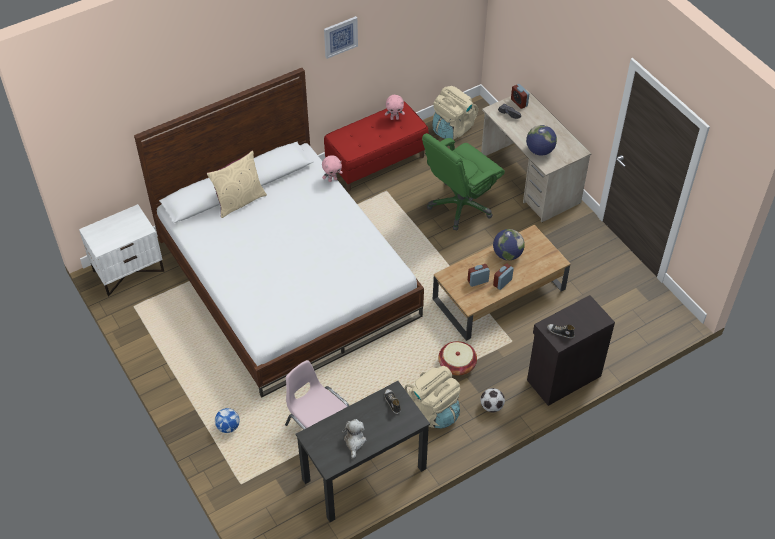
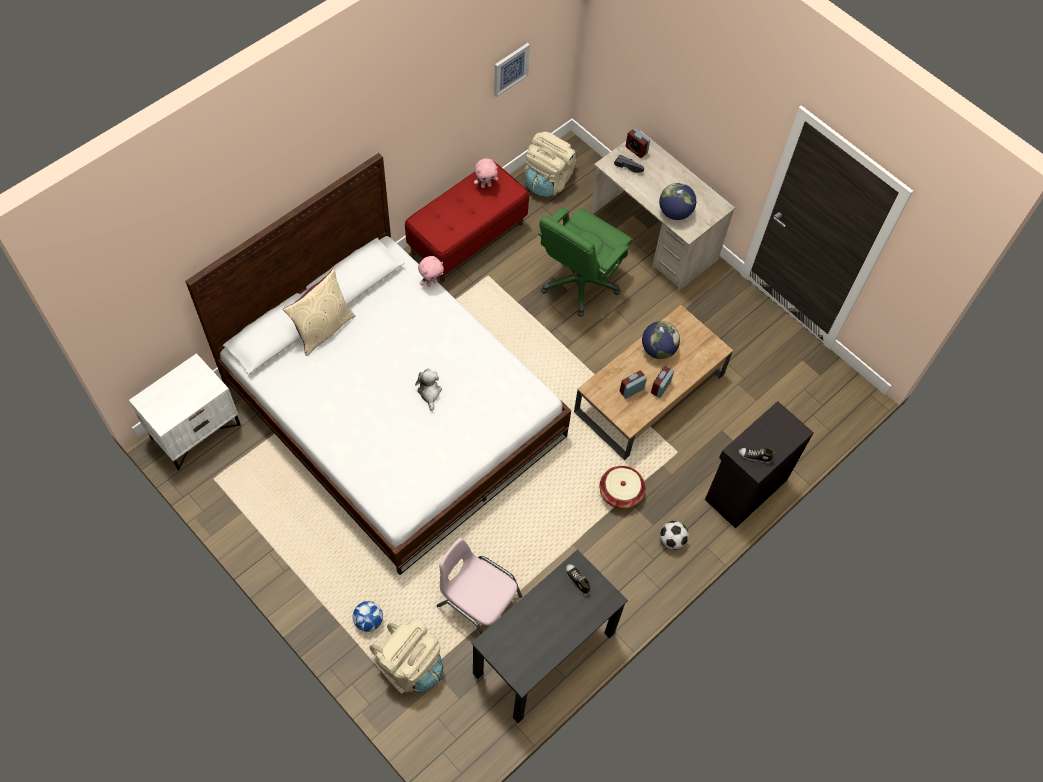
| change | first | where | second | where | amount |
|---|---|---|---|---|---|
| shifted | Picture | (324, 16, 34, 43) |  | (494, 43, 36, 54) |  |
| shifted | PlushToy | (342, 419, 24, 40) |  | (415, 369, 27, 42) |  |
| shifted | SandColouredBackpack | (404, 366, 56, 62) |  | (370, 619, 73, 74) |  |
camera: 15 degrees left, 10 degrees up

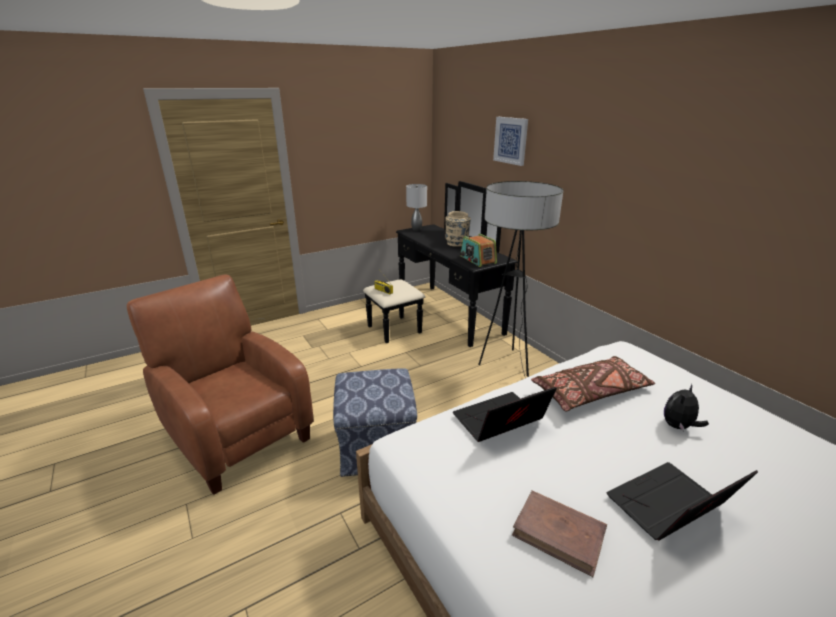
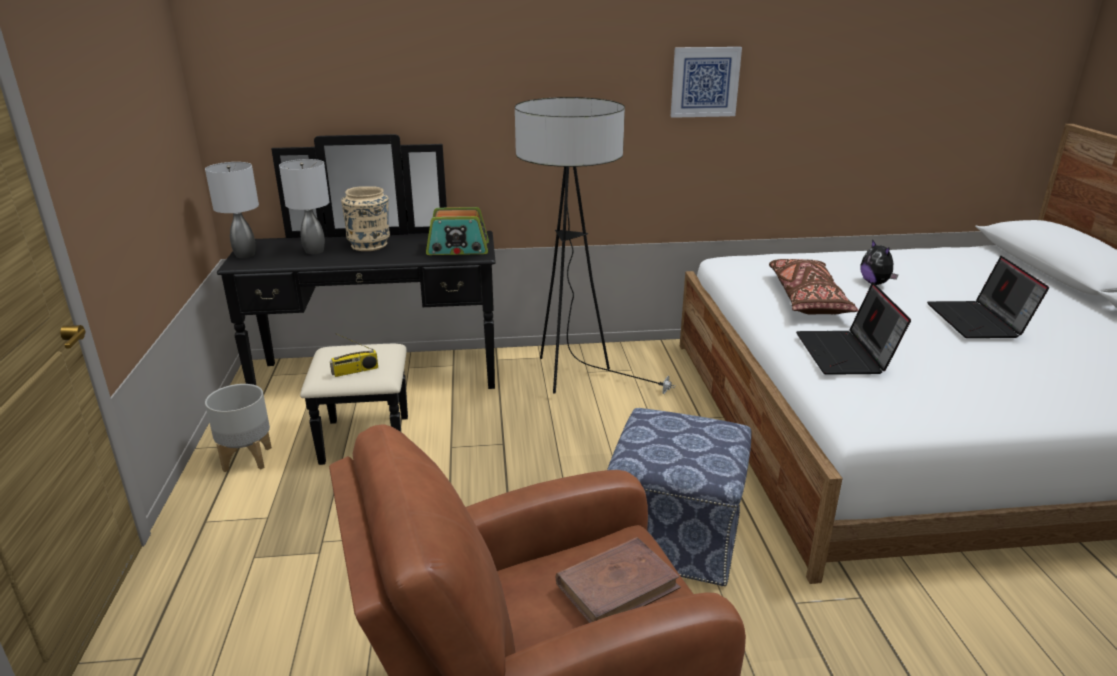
| change | first | where | second | where | amount |
|---|---|---|---|---|---|
| new |  |  | GrayFlowerPot | (205, 384, 67, 88) |  |
| new |  |  | GrayTabletopLamp | (279, 159, 50, 95) |  |
| shifted | Picture | (493, 117, 35, 49) |  | (670, 47, 72, 71) |  |
| shifted | BrownishVolume | (512, 490, 95, 87) |  | (556, 537, 125, 86) |  |
camera: 65 degrees left, 0 degrees up

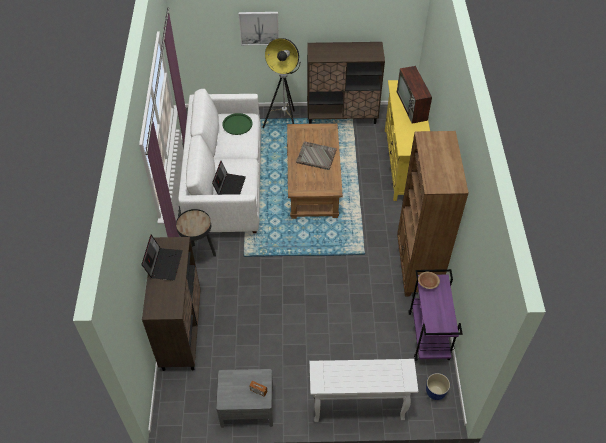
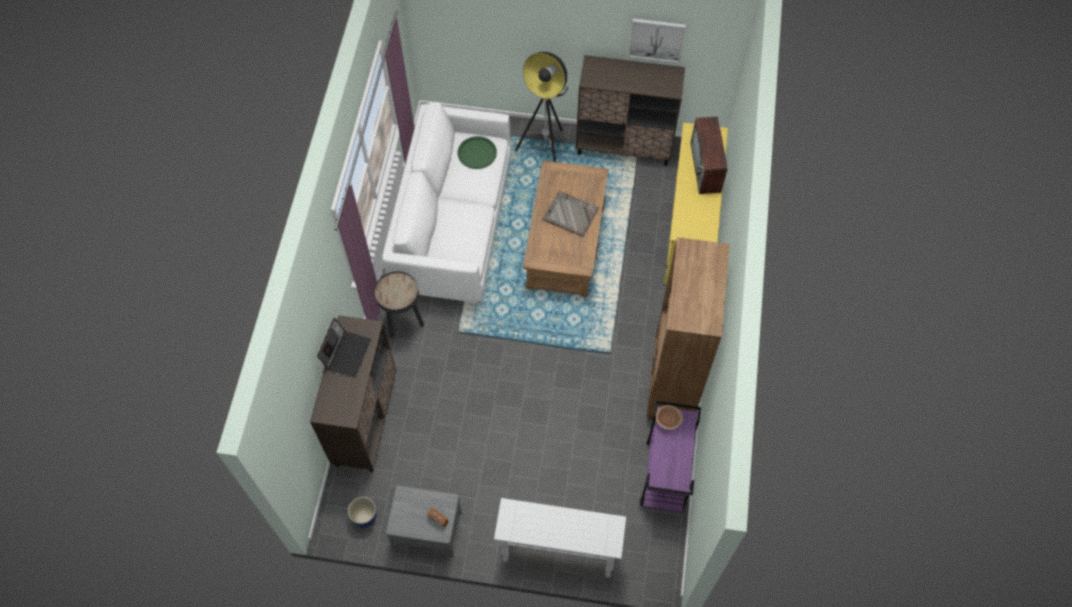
| change | first | where | second | where | amount |
|---|---|---|---|---|---|
| gone | NotebookComputer | (212, 161, 34, 34) |  |  |  |
| shifted | Picture | (239, 12, 40, 34) |  | (628, 18, 58, 45) |  |
| shifted | FlowerPot | (426, 373, 24, 27) |  | (348, 497, 29, 31) |  |
camera: 10 degrees right, 10 degrees up

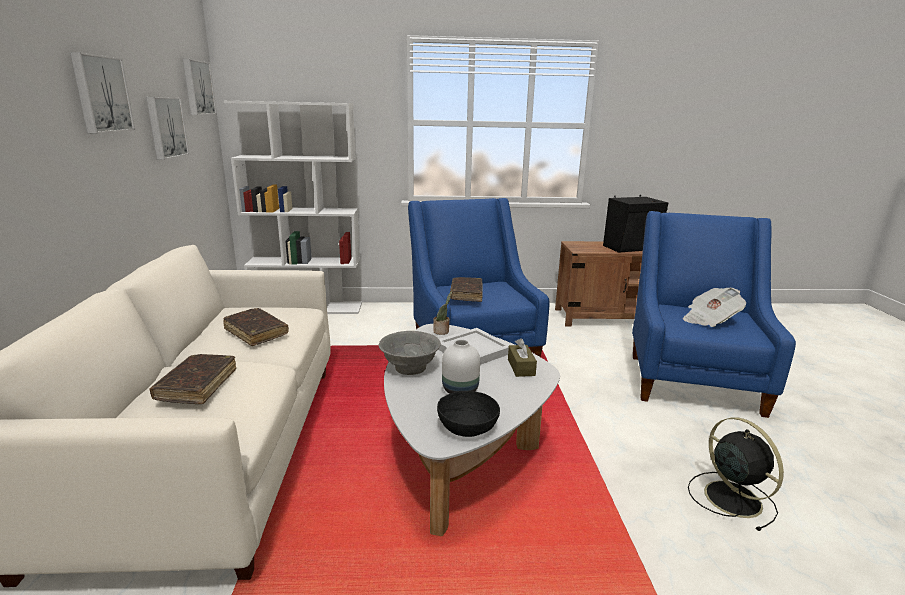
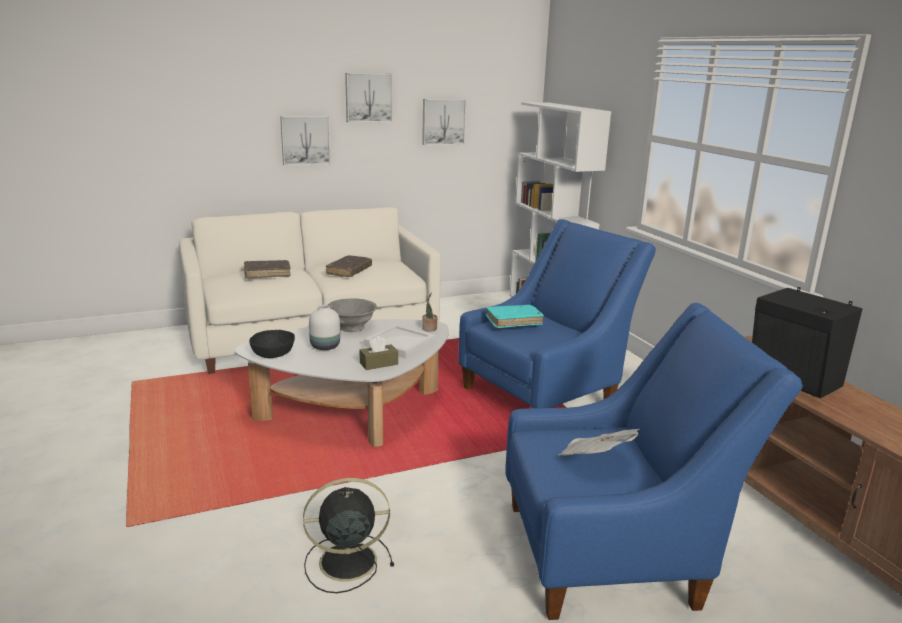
| change | first | where | second | where | amount |
|---|---|---|---|---|---|
| shifted | Picture | (183, 59, 34, 56) |  | (280, 116, 51, 49) |  |
| repainted | BrownishVolume | (450, 277, 33, 25) | TurquoiseVolume | (486, 305, 58, 23) |  |
| rotated | BlackishCoolingFan | (688, 417, 96, 114) |  | (303, 478, 91, 115) | 150 degrees counterclockwise |
camera: 70 degrees right, 0 degrees up

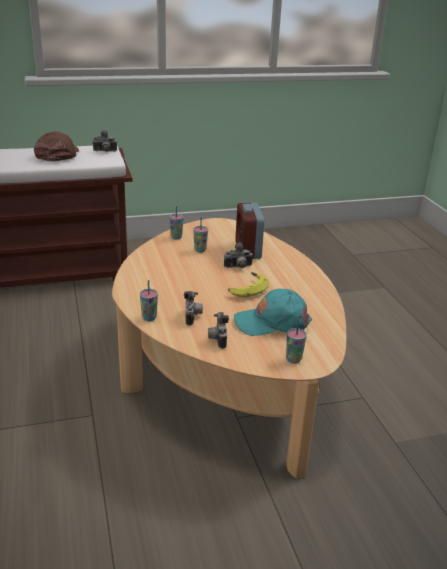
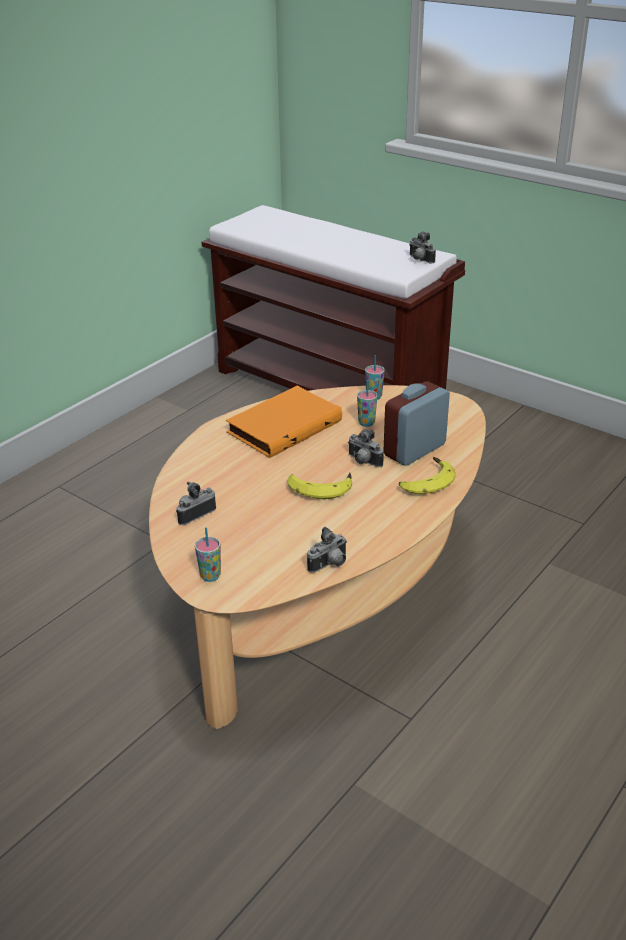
| change | first | where | second | where | amount |
|---|---|---|---|---|---|
| gone | BrownishPeakedCap | (34, 132, 45, 30) |  |  |  |
| gone | Cup | (140, 280, 18, 41) |  |  |  |
| gone | TurquoisePeakedCap | (234, 289, 78, 47) |  |  |  |
| new |  |  | OrangeyVolume | (226, 386, 116, 72) |  |
| new |  |  | BananaFruit | (399, 457, 57, 37) |  |
| shifted | StillCamera | (184, 291, 19, 35) |  | (307, 527, 40, 46) |  |
camera: 55 degrees right, 5 degrees up

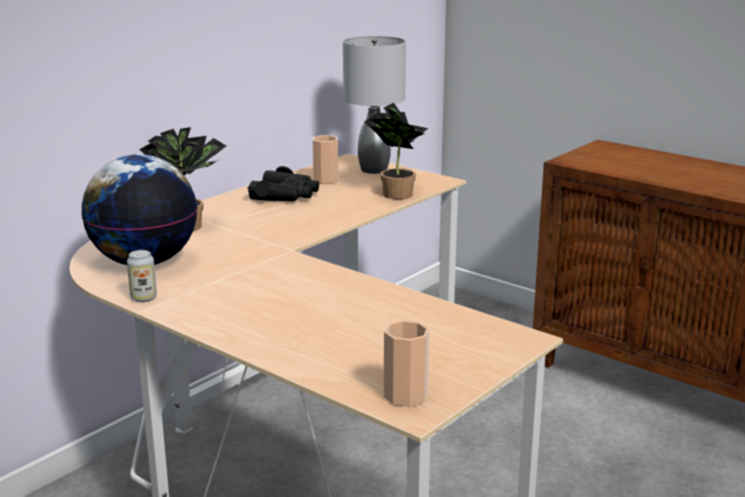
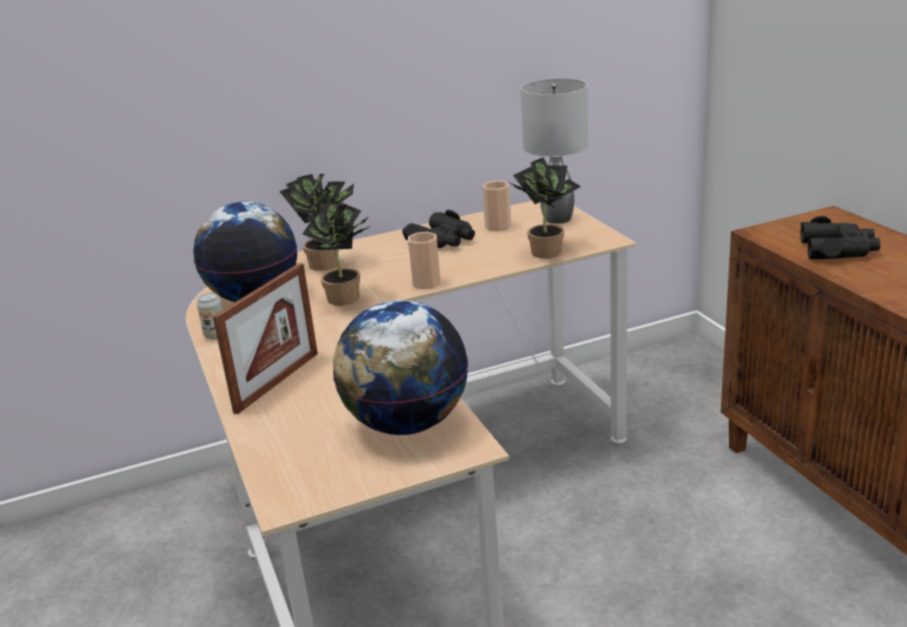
| change | first | where | second | where | amount |
|---|---|---|---|---|---|
| new |  |  | PhotoFrame | (213, 263, 105, 151) |  |
| new |  |  | PlantInAPot | (302, 201, 69, 105) |  |
| new |  |  | Globe | (333, 300, 135, 135) |  |
| new |  |  | BlackishBinoculars | (800, 216, 81, 43) |  |
| shifted | Cup | (384, 320, 45, 87) |  | (408, 232, 33, 57) |  |
camera: 30 degrees right, 5 degrees up

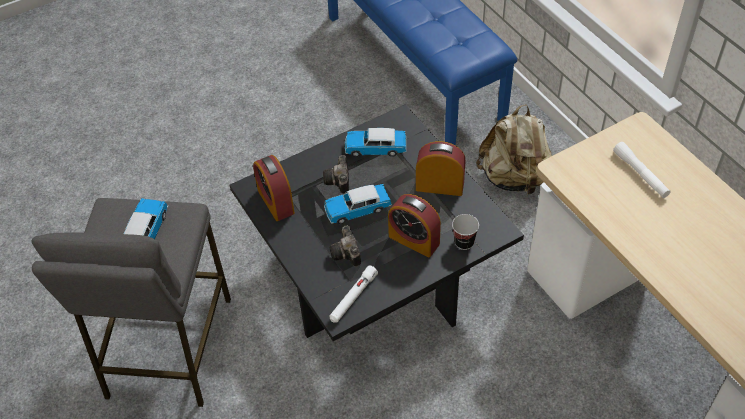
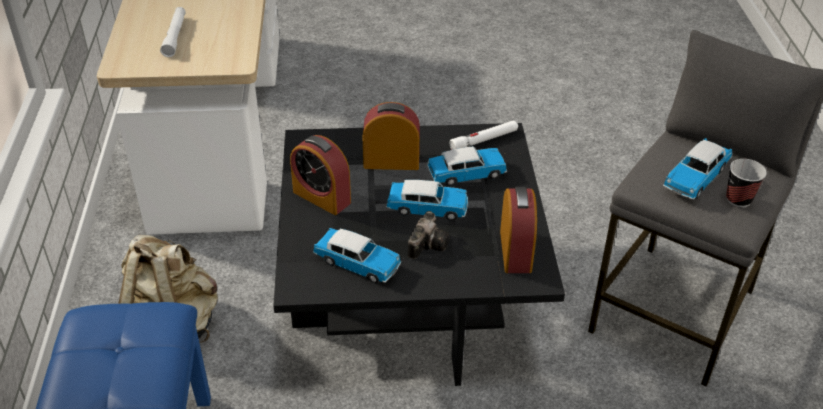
| change | first | where | second | where | amount |
|---|---|---|---|---|---|
| shifted | Cup | (452, 214, 27, 36) |  | (726, 159, 41, 48) |  |
| swapped | StillCamera | (329, 225, 32, 42) | MiniatureCar | (427, 146, 80, 40) |  |
| rotated | BedsideClock | (388, 194, 53, 63) |  | (362, 102, 58, 68) | 60 degrees counterclockwise |
camera: 155 degrees left, 10 degrees down

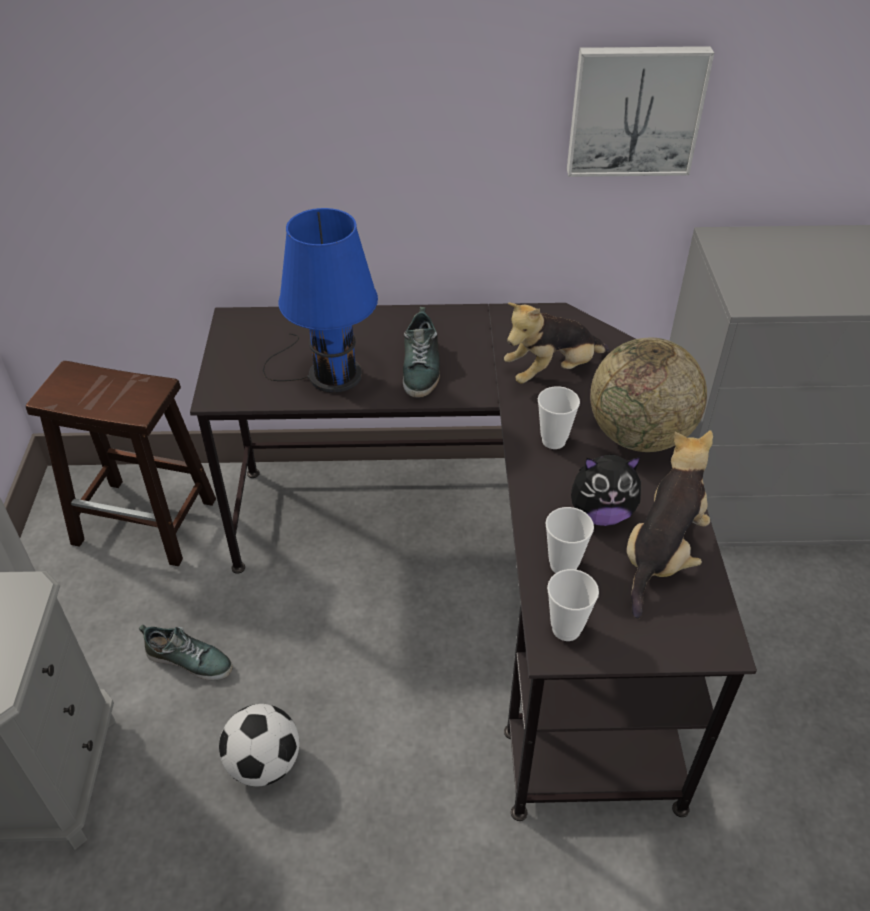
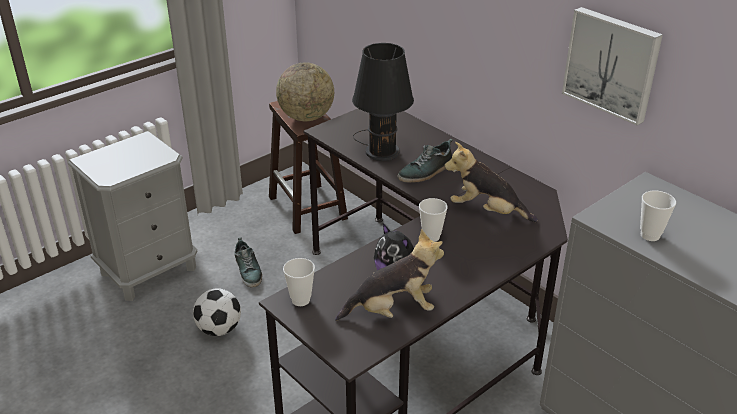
| change | first | where | second | where | amount |
|---|---|---|---|---|---|
| shifted | Cup | (545, 507, 49, 66) |  | (640, 190, 36, 51) |  |
| shifted | Globe | (590, 338, 117, 114) |  | (276, 62, 58, 59) |  |
| repainted | BluishTabletopLamp | (263, 208, 115, 185) | BlackishTabletopLamp | (352, 43, 62, 118) |  |
camera: 50 degrees right, 10 degrees down

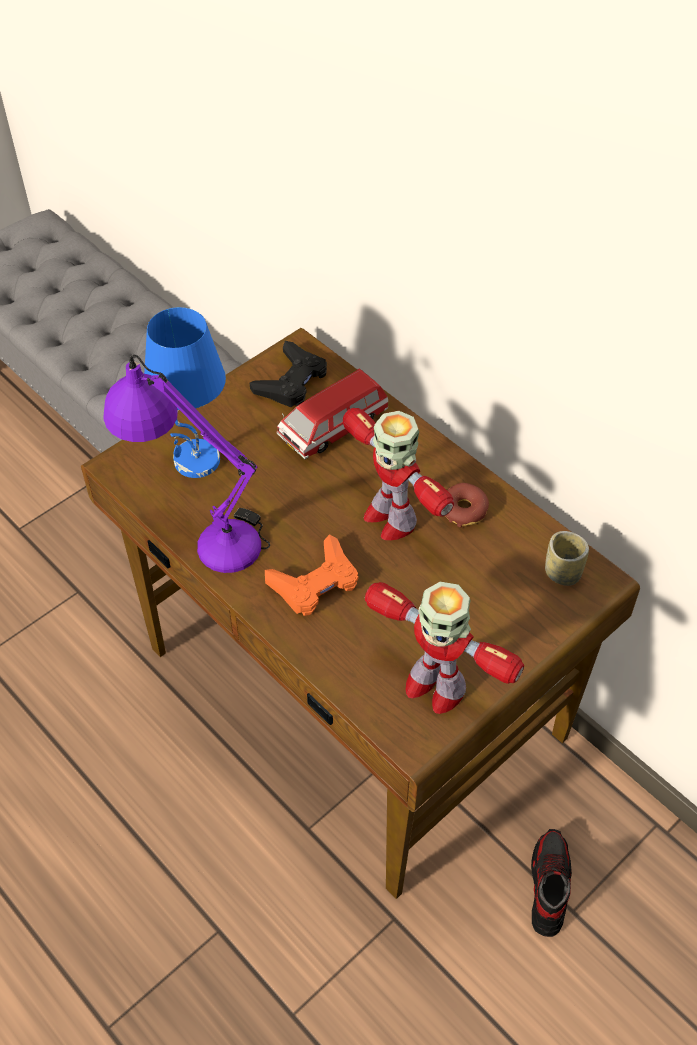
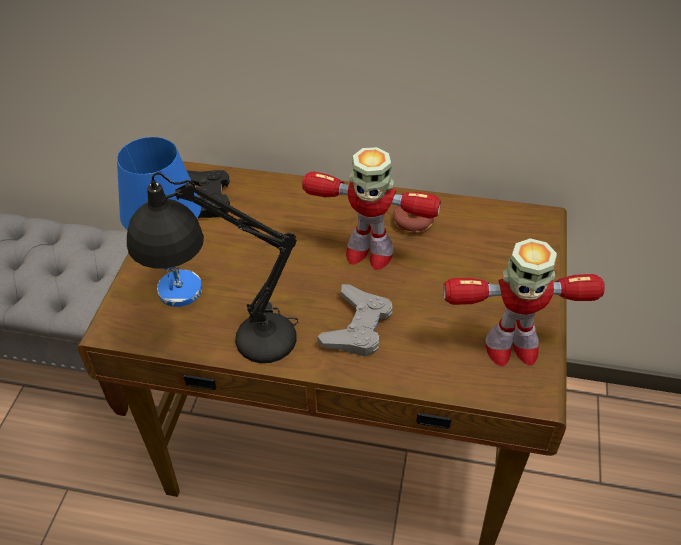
| change | first | where | second | where | amount |
|---|---|---|---|---|---|
| gone | MiniatureCar | (277, 368, 111, 91) |  |  |  |
| gone | Shoe | (531, 829, 41, 108) |  |  |  |
| gone | Cup | (545, 531, 44, 55) |  |  |  |
| repainted | PurpleTabletopLamp | (104, 355, 166, 218) | BlackishTabletopLamp | (127, 172, 172, 191) |  |
| repainted | OrangeyGameController | (265, 534, 93, 82) | GrayGameController | (317, 284, 76, 73) |  |
camera: 35 degrees left, 5 degrees down

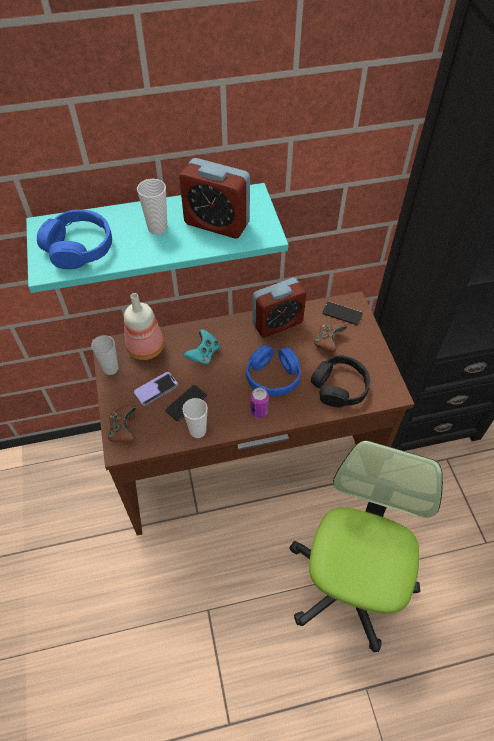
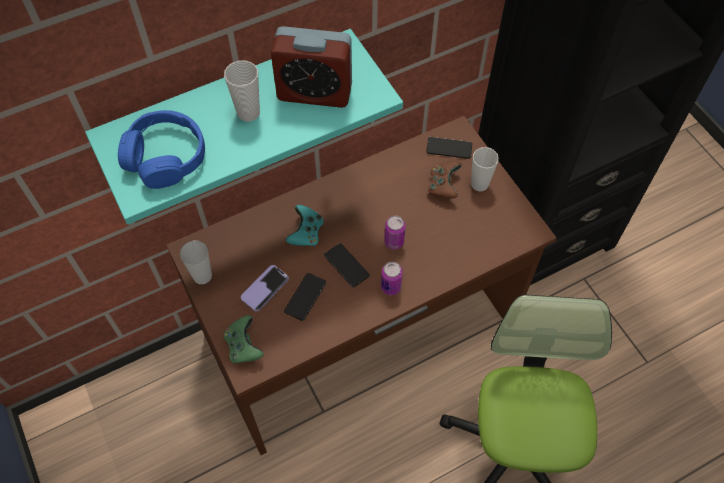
| change | first | where | second | where | amount |
|---|---|---|---|---|---|
| gone | DrinkBottle | (124, 293, 40, 67) |  |  |  |
| gone | BedsideClock | (252, 278, 54, 60) |  |  |  |
| gone | BlackishHeadphones | (311, 355, 59, 52) |  |  |  |
| new |  |  | Handset | (324, 243, 46, 45) |  |
| shifted | Cup | (182, 398, 26, 40) |  | (471, 147, 28, 45) |  |
| swapped | BluishHeadphones | (246, 345, 54, 51) | MetalCan | (384, 216, 22, 34) |  |
| repainted | BrownishGameController | (108, 405, 28, 37) | GreenishGameController | (224, 315, 40, 48) |  |
camera: 15 degrees left, 5 degrees up

